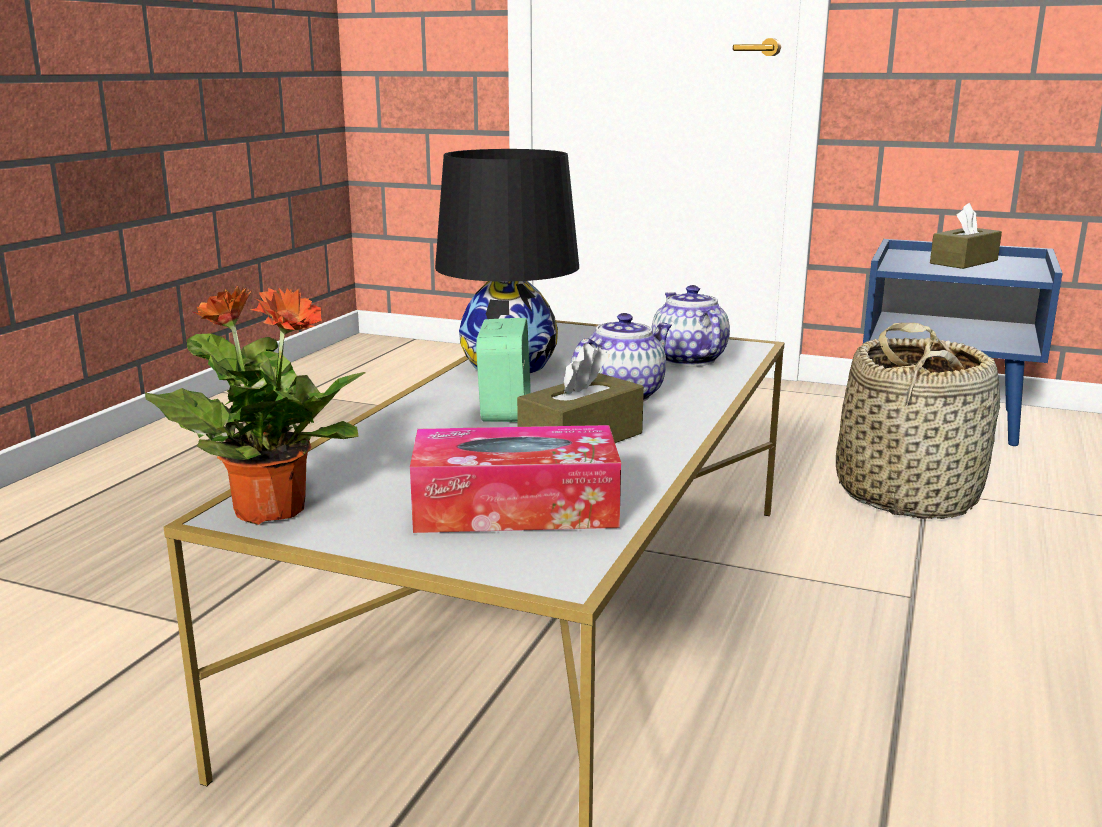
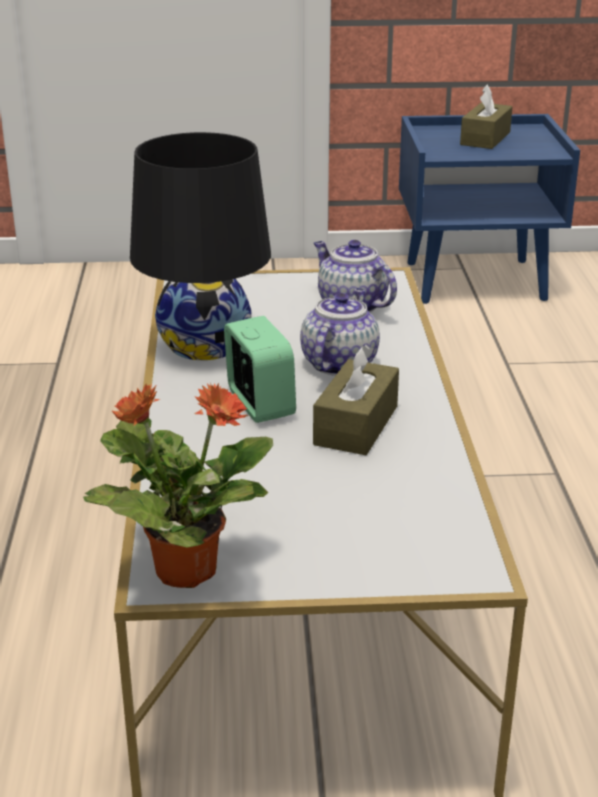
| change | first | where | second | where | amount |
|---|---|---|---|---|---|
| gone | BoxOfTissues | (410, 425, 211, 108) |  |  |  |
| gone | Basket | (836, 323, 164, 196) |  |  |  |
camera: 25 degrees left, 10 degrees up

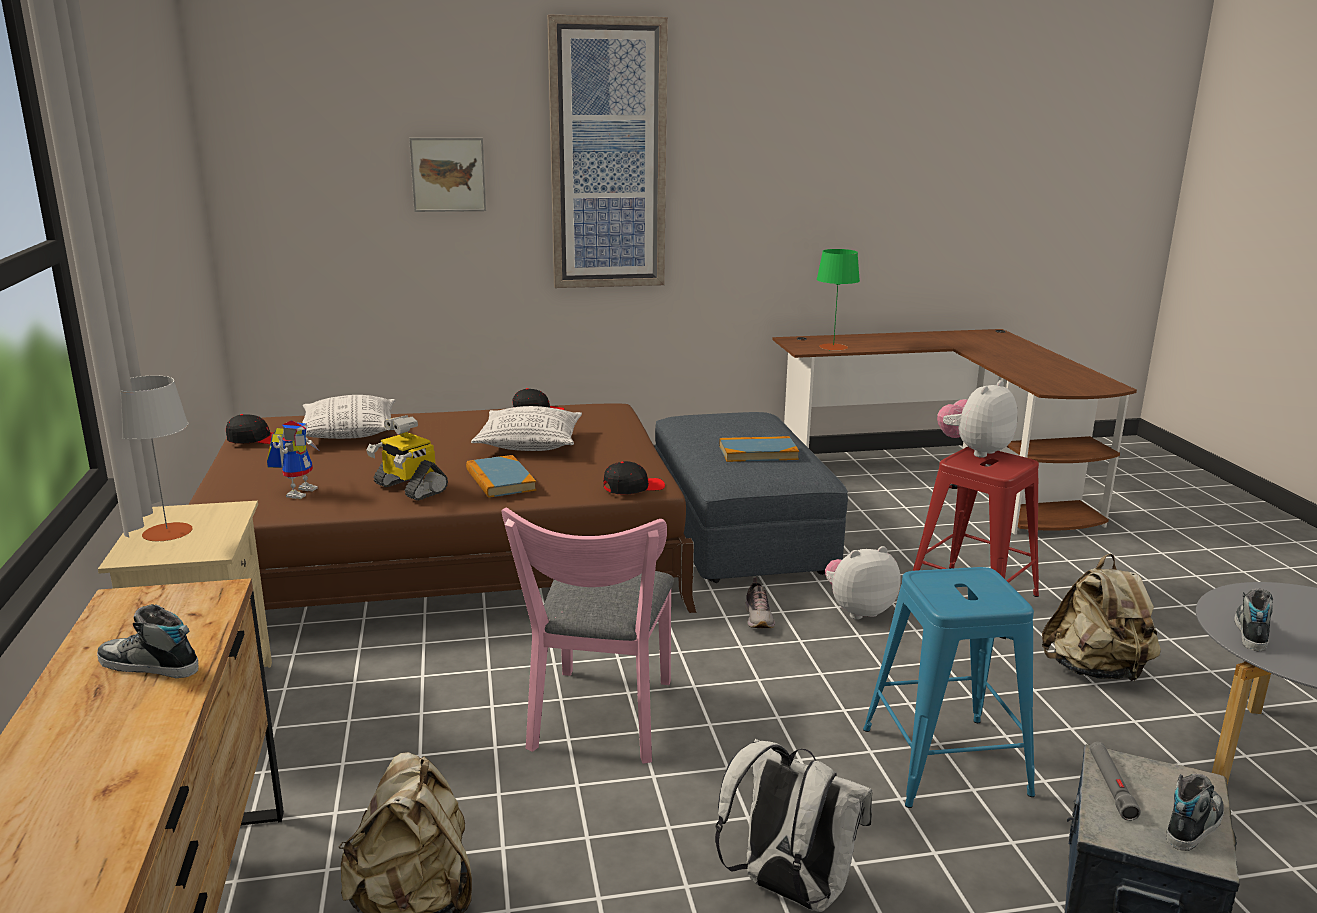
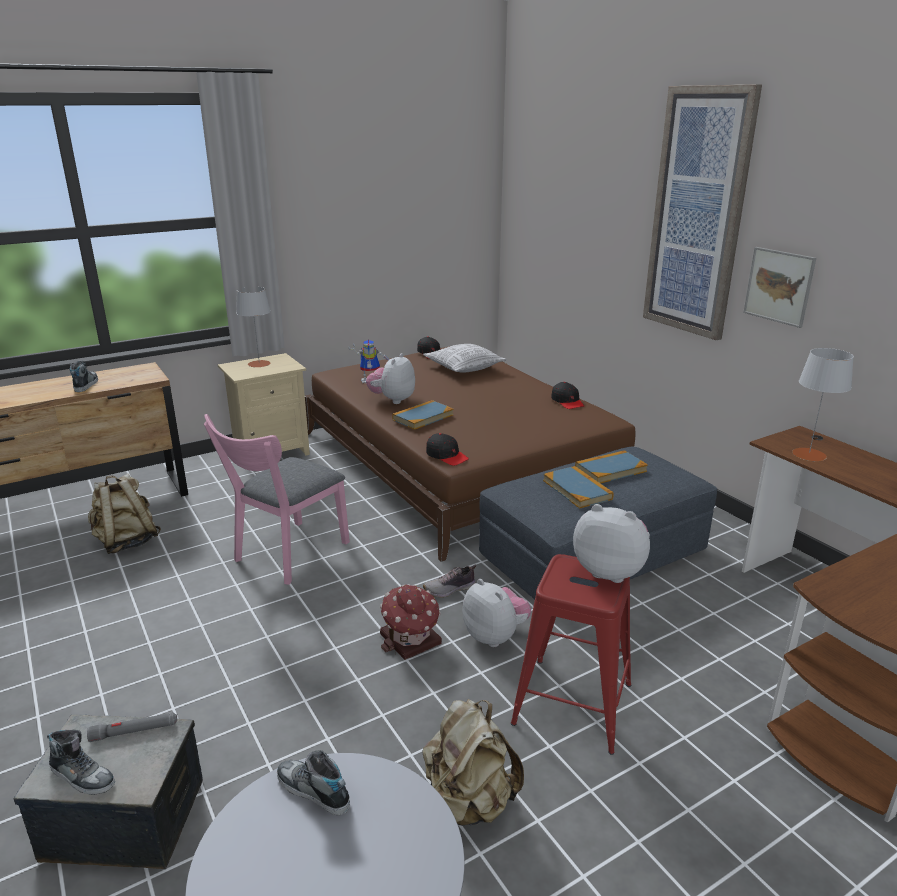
| change | first | where | second | where | amount |
|---|---|---|---|---|---|
| gone | Pillow | (471, 406, 111, 45) |  |  |  |
| gone | WhiteColouredBackpack | (715, 739, 157, 173) |  |  |  |
| gone | BluishStoolSeat | (863, 567, 172, 241) |  |  |  |
| new |  |  | MiniatureHouse | (380, 584, 62, 76) |  |
| new |  |  | Volume | (575, 450, 73, 33) |  |
| shifted | Picture | (409, 138, 77, 74) |  | (743, 247, 73, 81) |  |
| swapped | ModelRobot | (366, 415, 82, 85) | PlushToy | (366, 353, 49, 51) |  |
| repainted | GreenishTabletopLamp | (817, 249, 43, 101) | GrayTabletopLamp | (792, 348, 62, 113) |  |
| rotated | PinkishPlainChair | (502, 508, 172, 256) |  | (204, 414, 146, 171) | 45 degrees counterclockwise |
| rotated | Shoe | (1234, 589, 39, 63) |  | (277, 750, 73, 65) | 150 degrees counterclockwise |
camera: 70 degrees right, 5 degrees up

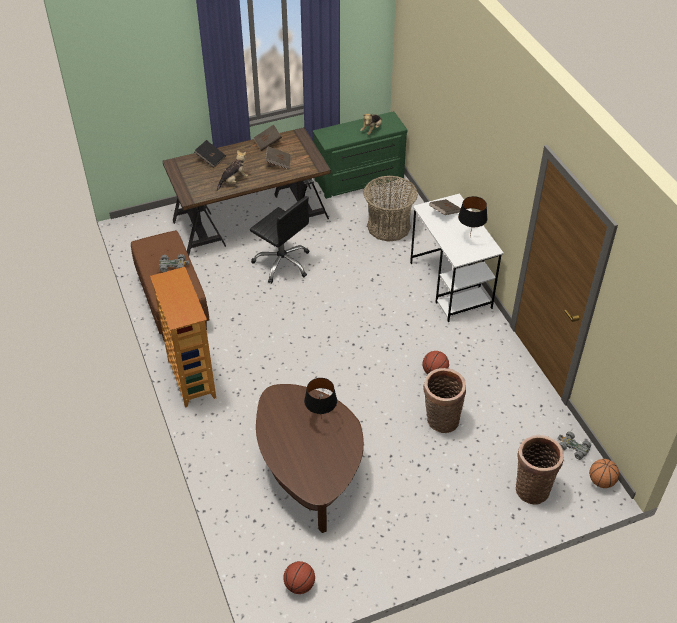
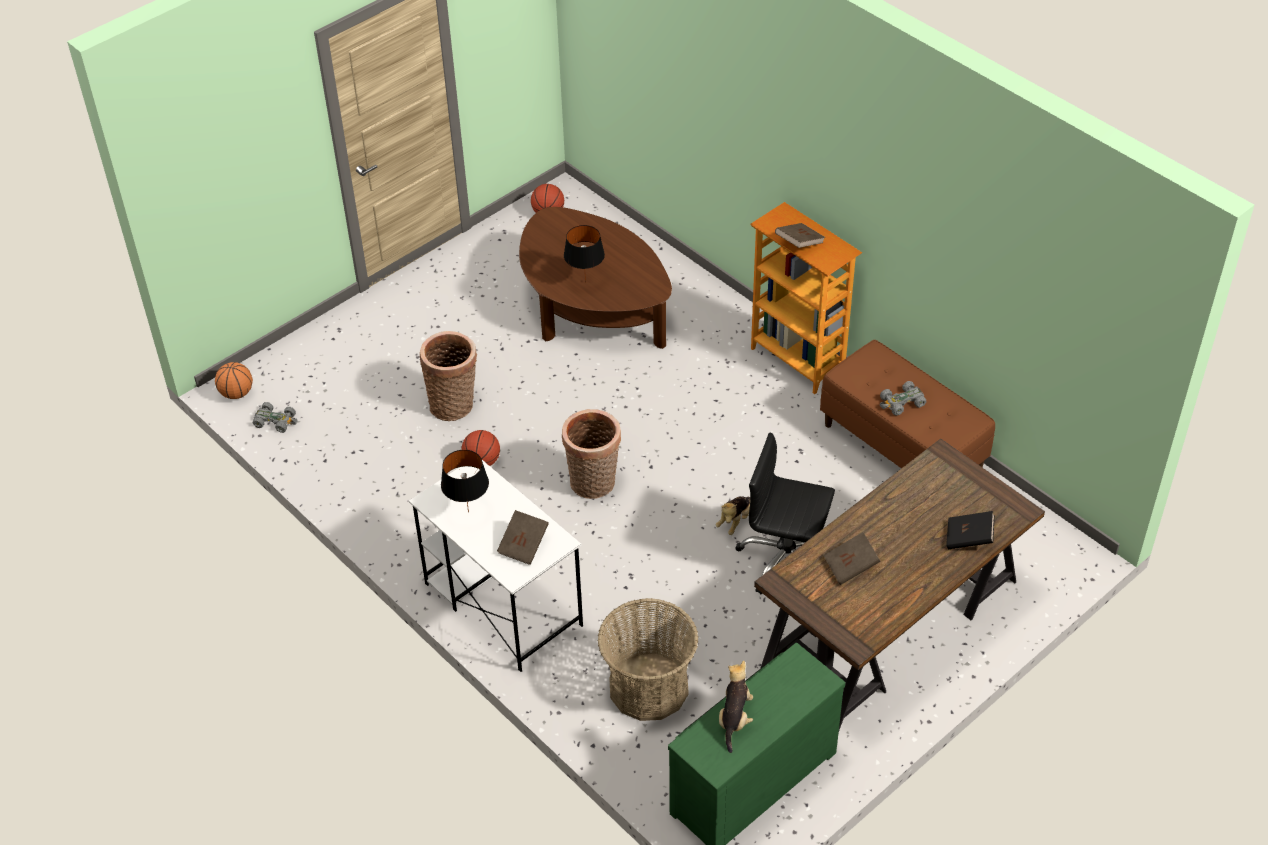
| change | first | where | second | where | amount |
|---|---|---|---|---|---|
| shifted | PlushToy | (217, 150, 31, 41) |  | (716, 496, 34, 39) |  |
| shifted | BrownishVolume | (254, 125, 28, 26) |  | (775, 223, 50, 25) |  |
| shifted | Basket | (516, 435, 48, 70) |  | (562, 409, 59, 90) |  |
camera: 160 degrees right, 0 degrees up

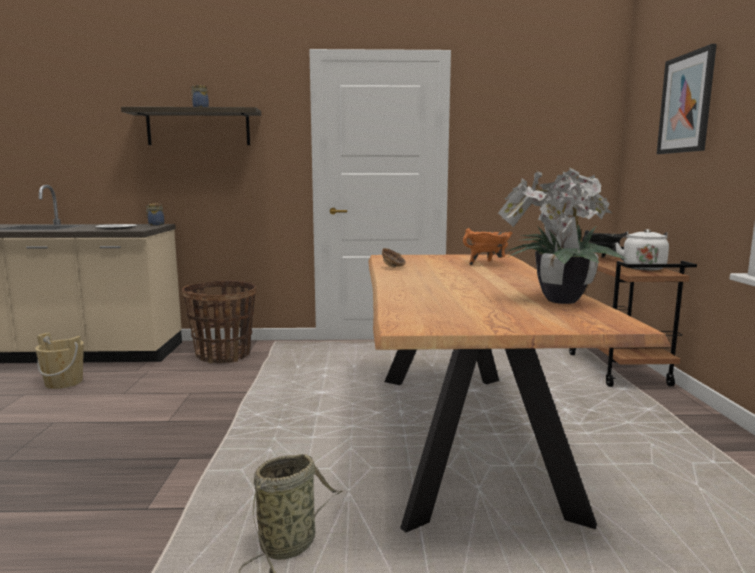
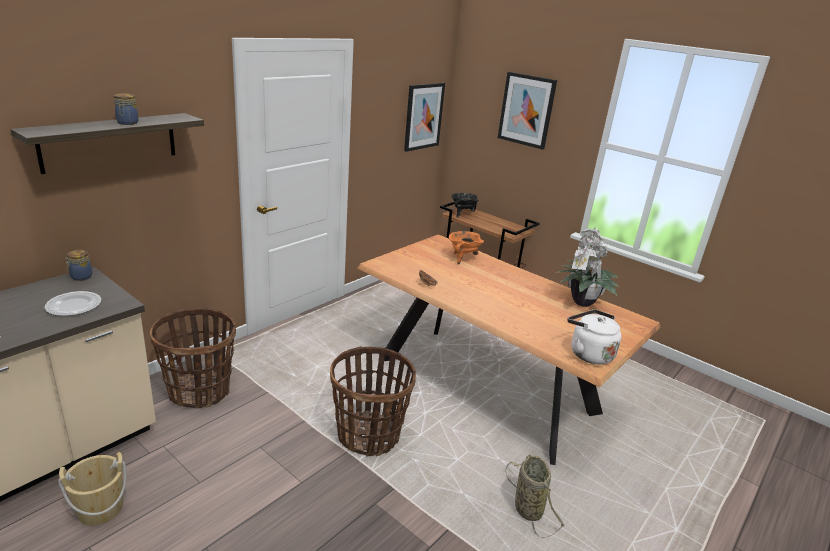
| change | first | where | second | where | amount |
|---|---|---|---|---|---|
| new |  |  | Basket | (330, 346, 86, 110) |  |
| new |  |  | Picture | (404, 83, 41, 69) |  |
| shifted | WhiteColouredWaterKettle | (615, 229, 54, 41) |  | (567, 310, 55, 55) |  |
camera: 50 degrees left, 15 degrees up

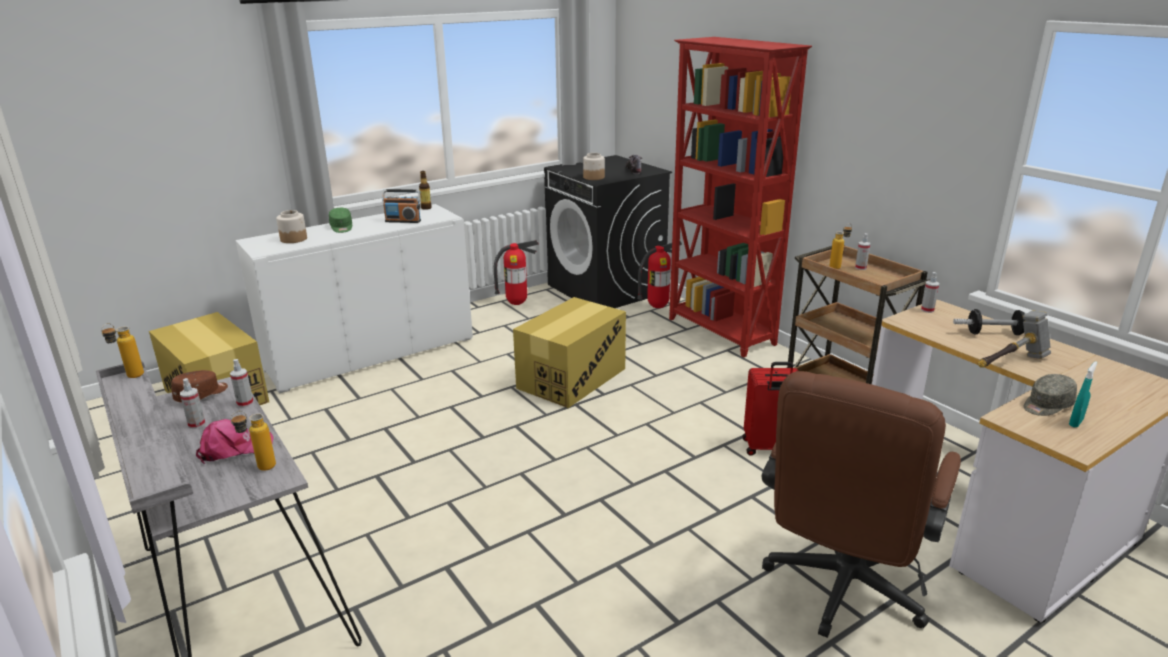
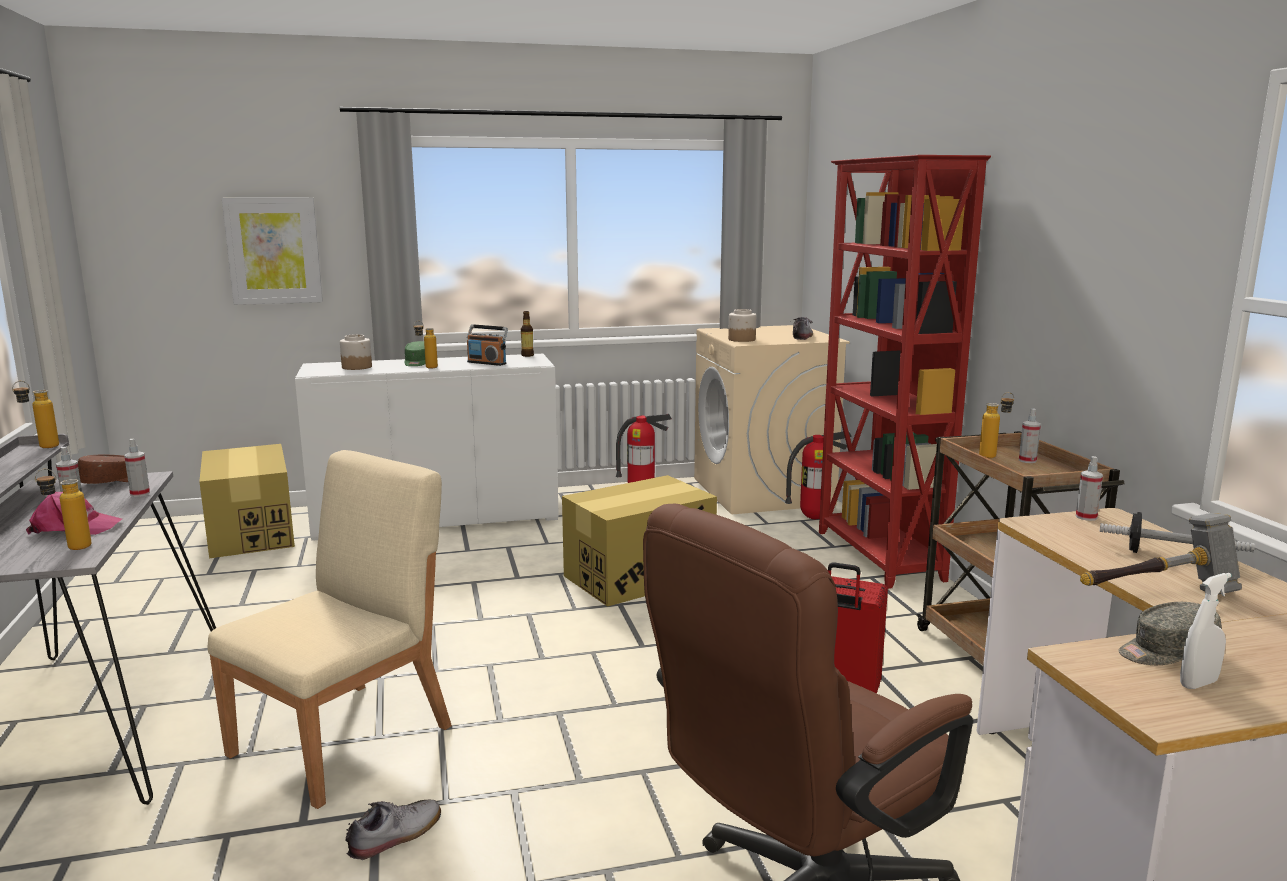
| change | first | where | second | where | amount |
|---|---|---|---|---|---|
| new |  |  | SandColouredPlainChair | (207, 450, 245, 359) |  |
| new |  |  | Picture | (222, 197, 101, 108) |  |
| new |  |  | Shoe | (345, 800, 96, 61) |  |
| new |  |  | DrinkBottle | (413, 321, 25, 47) |  |
| repainted | BlackishLaundryMachine | (544, 155, 128, 153) | SandColouredLaundryMachine | (694, 325, 156, 189) |  |
| repainted | TurquoiseSprayer | (1069, 361, 28, 67) | WhiteColouredSprayer | (1180, 573, 52, 116) |  |
camera: 20 degrees right, 10 degrees down

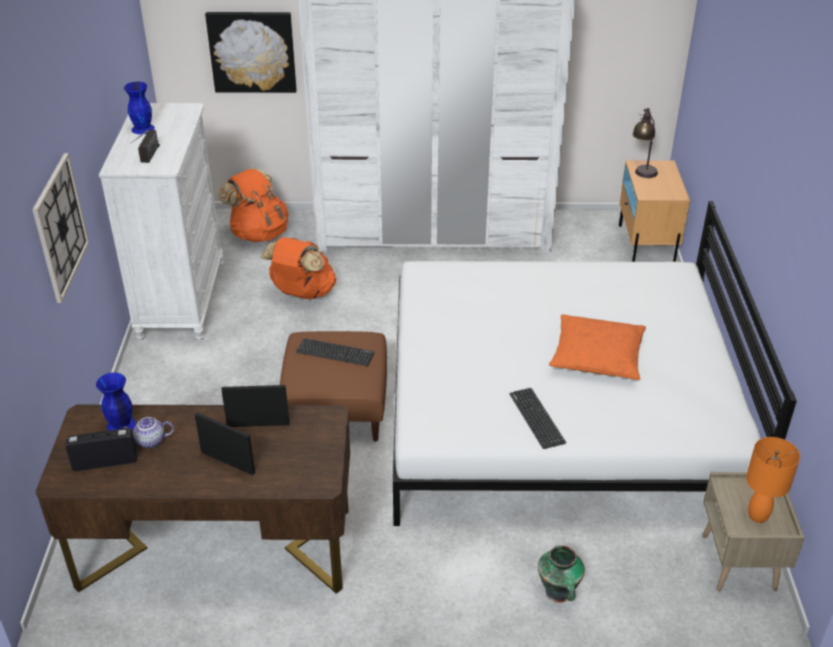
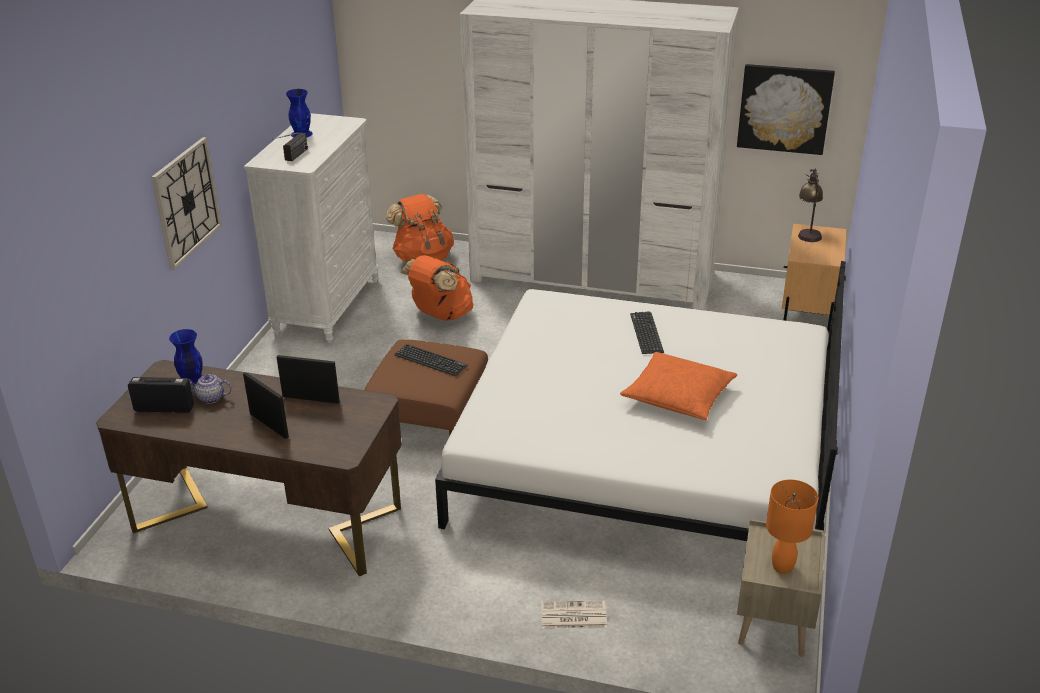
| change | first | where | second | where | amount |
|---|---|---|---|---|---|
| shifted | Picture | (205, 12, 92, 81) |  | (737, 64, 98, 91) |  |
| shifted | Keyboard | (510, 388, 56, 61) |  | (630, 312, 34, 42) |  |
| swapped | DecorativeVase | (538, 545, 47, 58) | Newspaper | (541, 601, 66, 28) |  |
camera: 15 degrees right, 5 degrees down

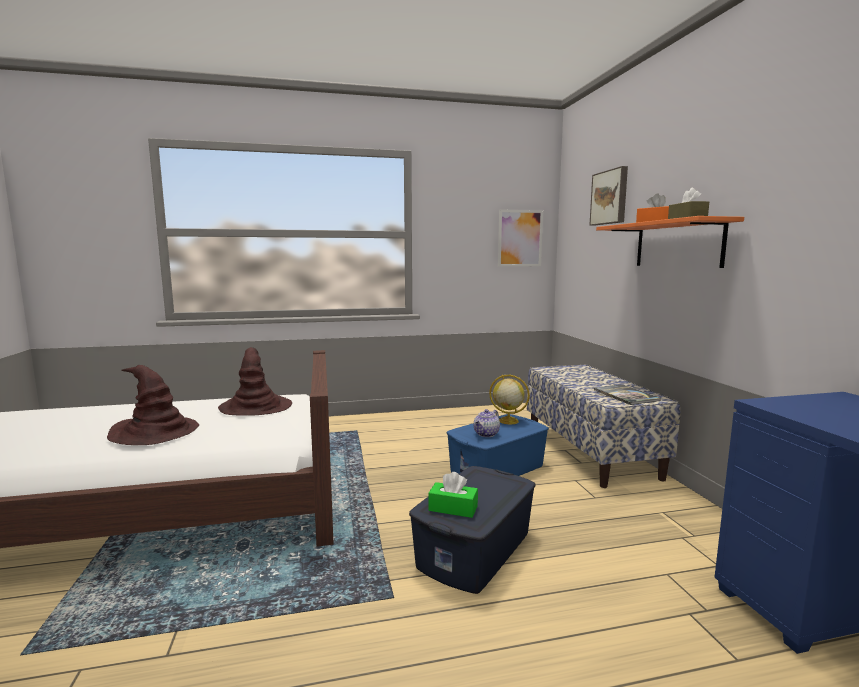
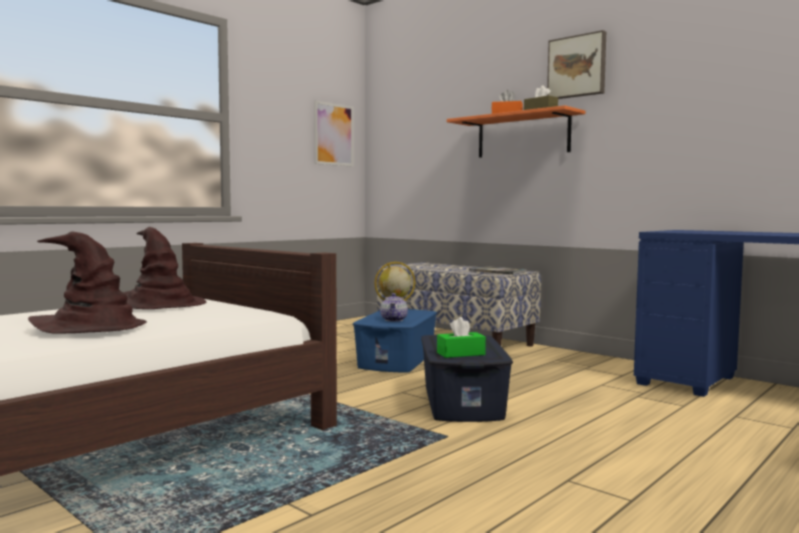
| change | first | where | second | where | amount |
|---|---|---|---|---|---|
| shifted | Picture | (589, 166, 39, 60) |  | (547, 30, 59, 69) |  |
camera: 35 degrees left, 5 degrees down

